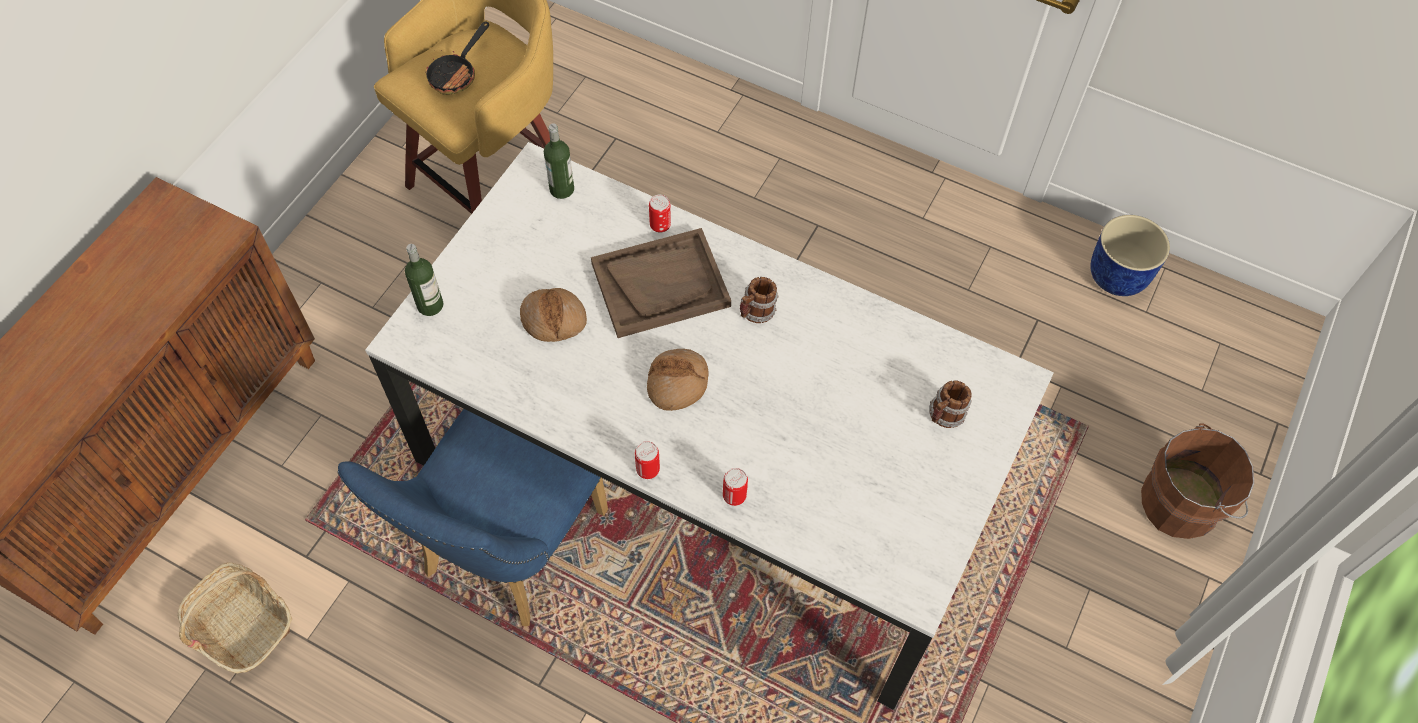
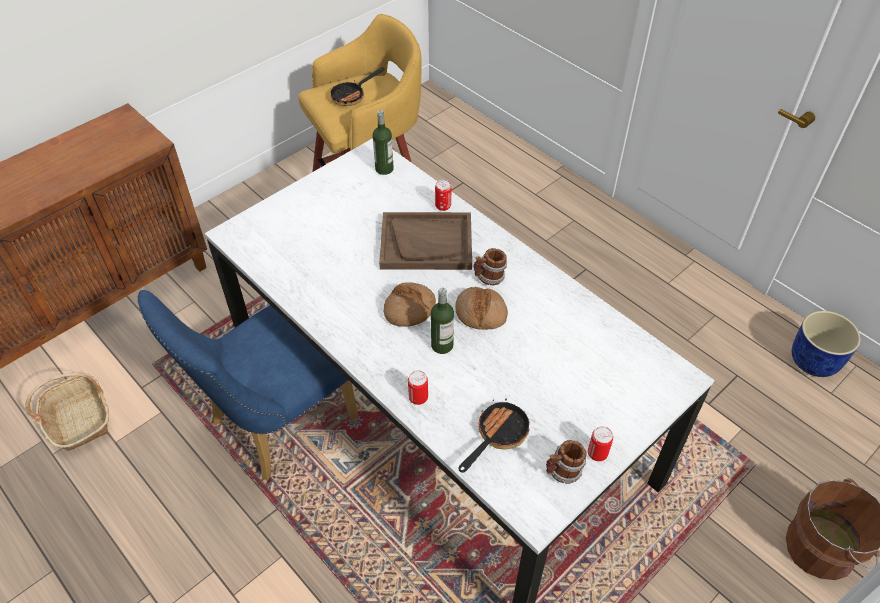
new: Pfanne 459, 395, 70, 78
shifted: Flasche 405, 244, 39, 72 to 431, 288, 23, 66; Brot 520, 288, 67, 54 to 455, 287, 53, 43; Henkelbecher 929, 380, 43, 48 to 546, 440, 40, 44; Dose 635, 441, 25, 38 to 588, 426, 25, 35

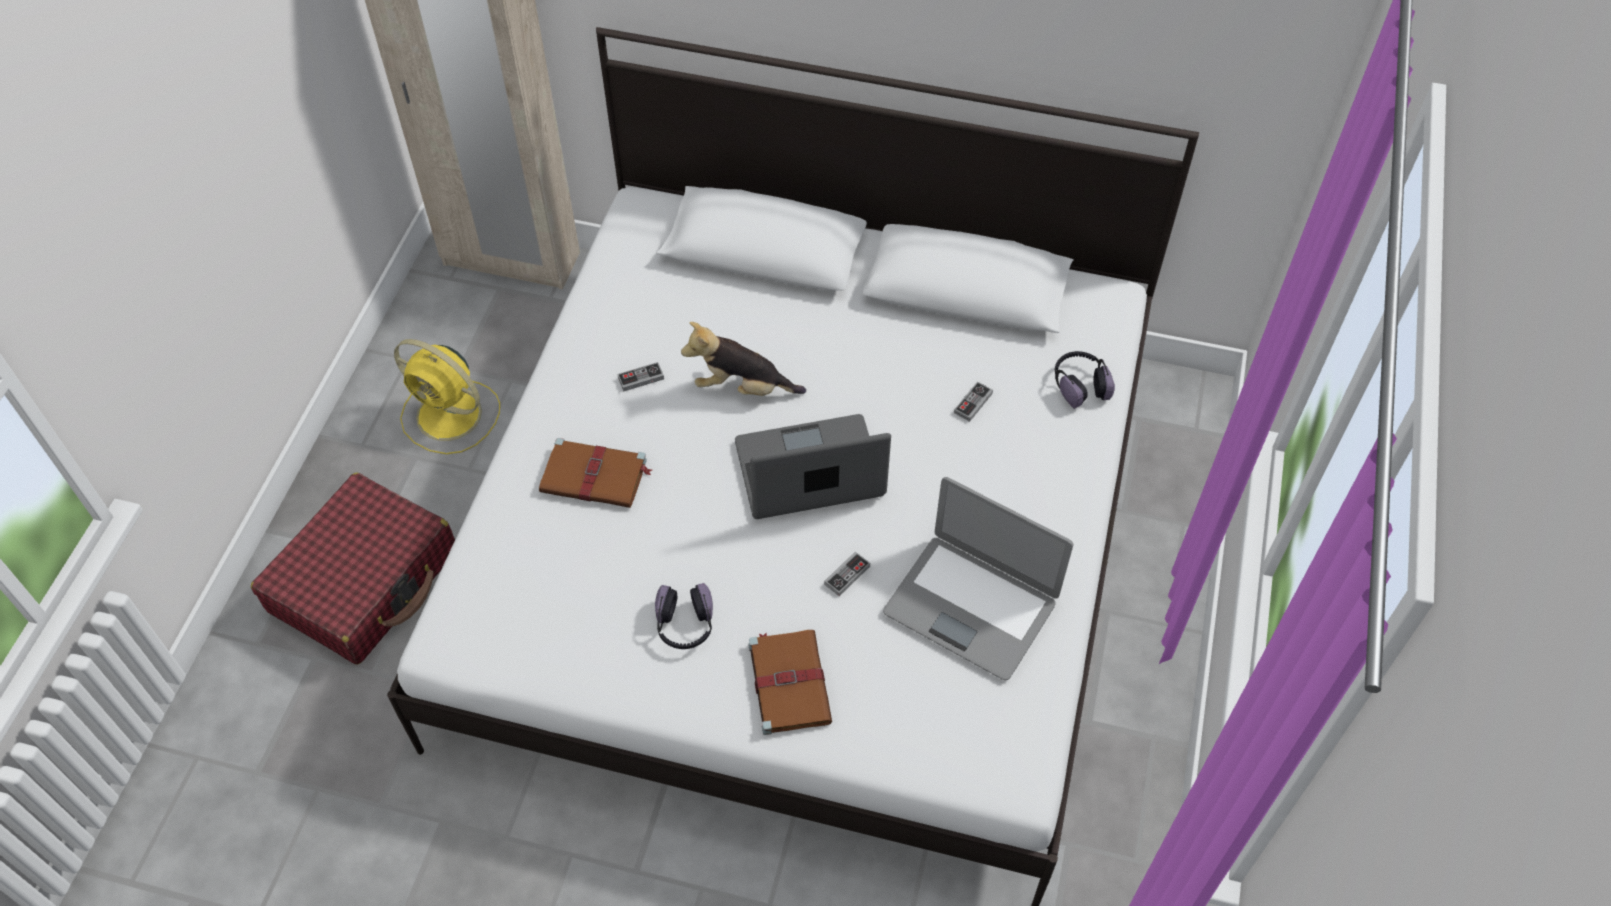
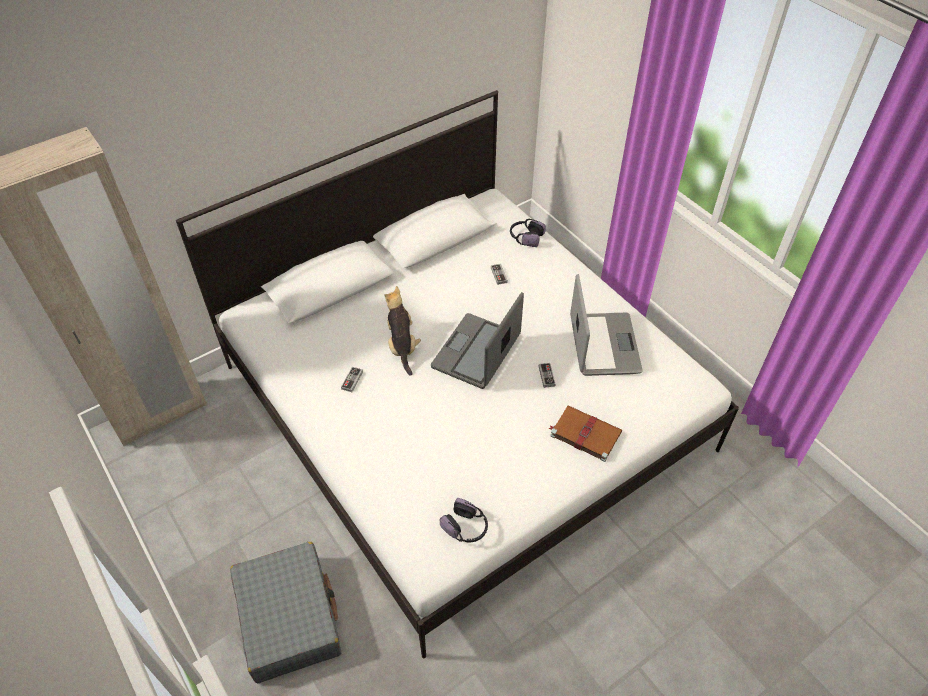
gone: Ventilator [gelb] 394, 339, 106, 115; Buch [braun] 539, 438, 113, 70
shifted: Kopfhörer 655, 583, 58, 66 to 440, 498, 48, 44
repainted: Koffer [rot] 251, 472, 204, 193 to Koffer [grau] 230, 542, 111, 141
rotated: Plüschtier 681, 322, 125, 74 = 384, 286, 37, 90 120 degrees clockwise; Laptop 883, 477, 190, 203 = 570, 274, 73, 102 75 degrees counterclockwise

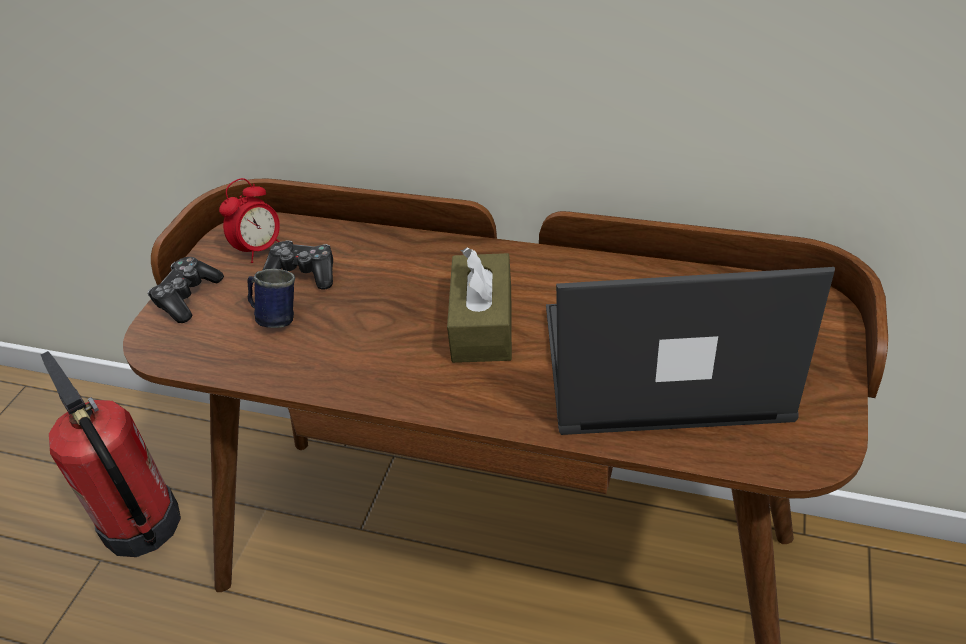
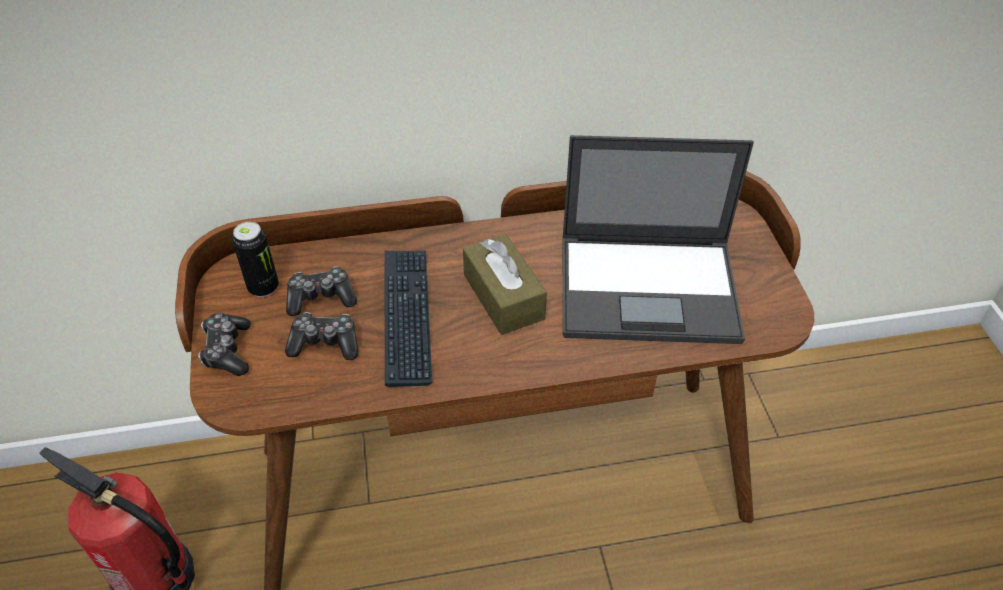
new: Tastatur 384, 250, 48, 137
swapped: Wecker 219, 178, 61, 85 to Dose 232, 222, 47, 75; Henkelbecher [blau] 247, 269, 48, 59 to Gamepad 285, 312, 73, 48
rotated: Laptop 546, 267, 289, 168 = 563, 135, 191, 209 150 degrees counterclockwise

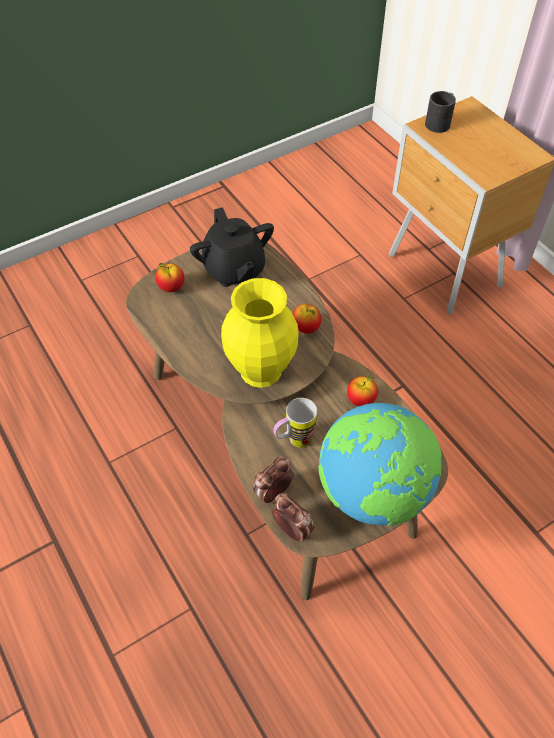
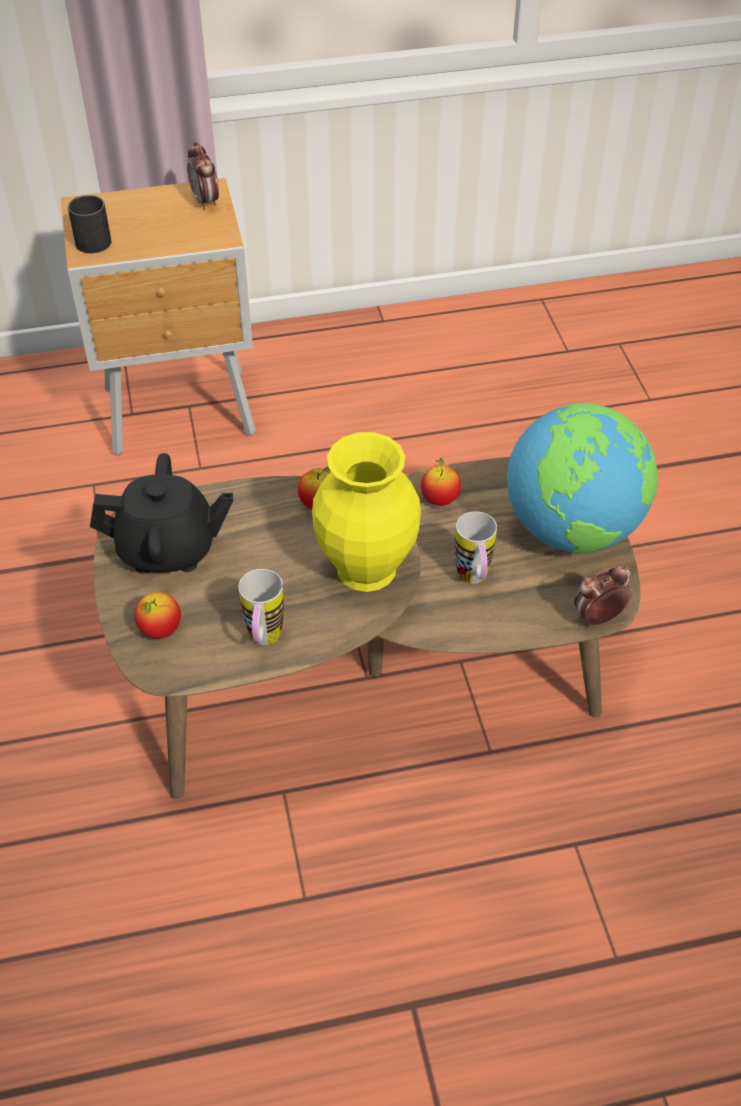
new: Henkelbecher 238, 569, 46, 76
shifted: Wecker 253, 456, 41, 48 to 187, 141, 32, 69

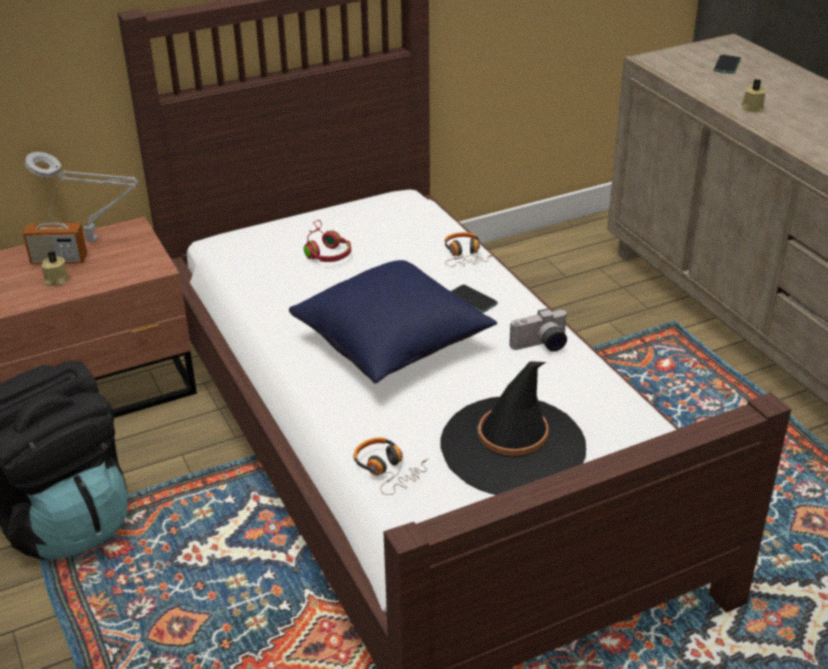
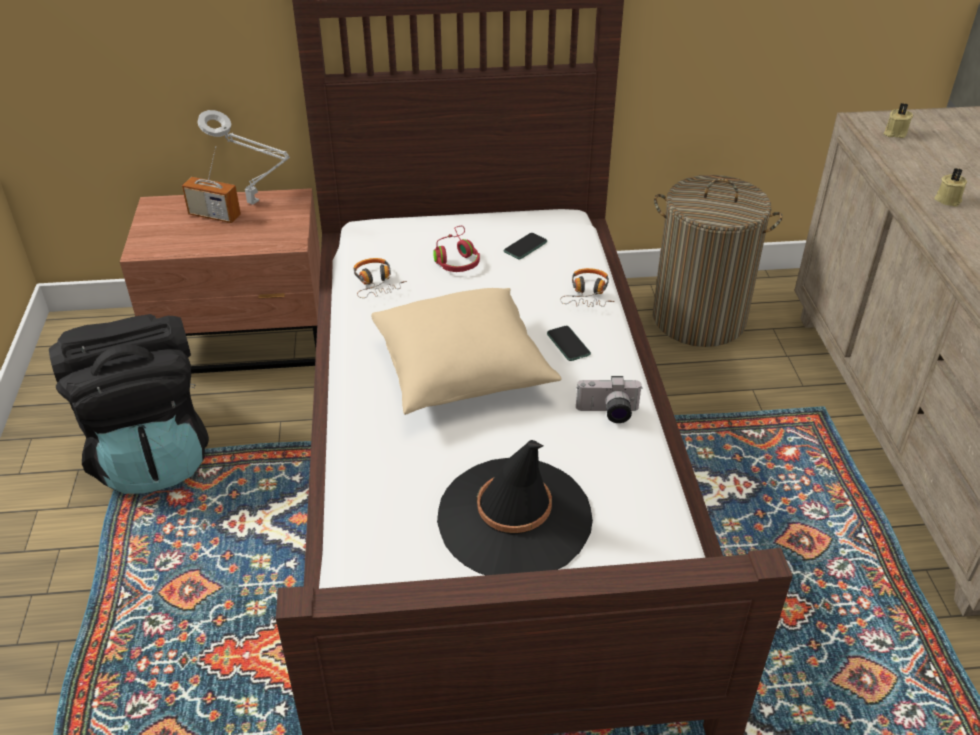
new: Wäschekorb 653, 175, 130, 172
shifted: Handy 714, 55, 27, 19 to 504, 233, 43, 26; Kerze [beige] 42, 251, 26, 35 to 883, 103, 30, 35; Kopfhörer 354, 438, 74, 57 to 354, 258, 53, 40
repainted: Kissen [blau] 289, 260, 208, 124 to Kissen [beige] 371, 288, 191, 127

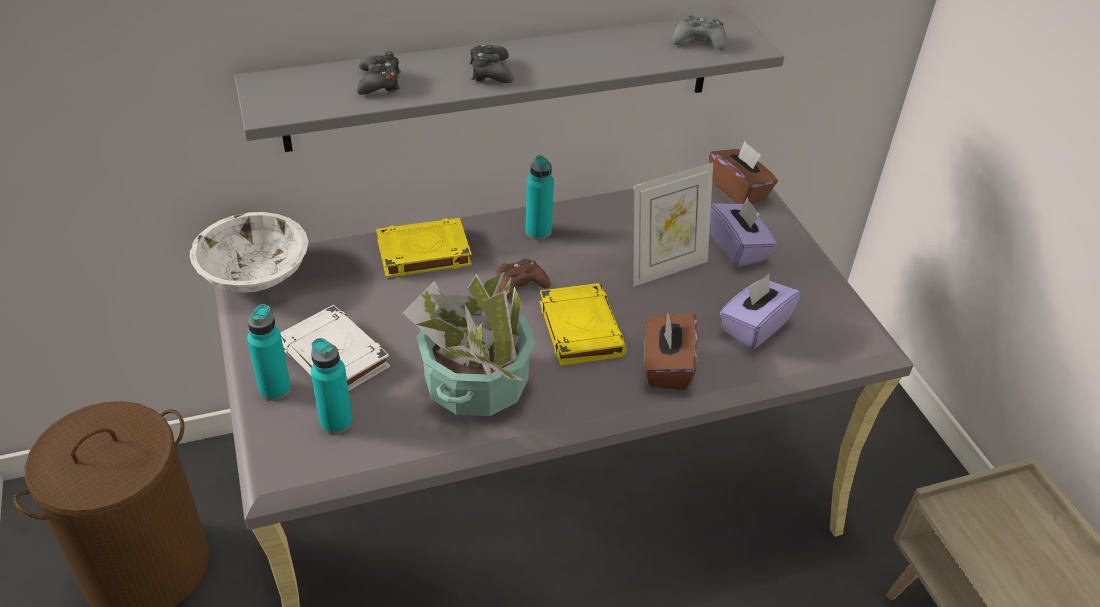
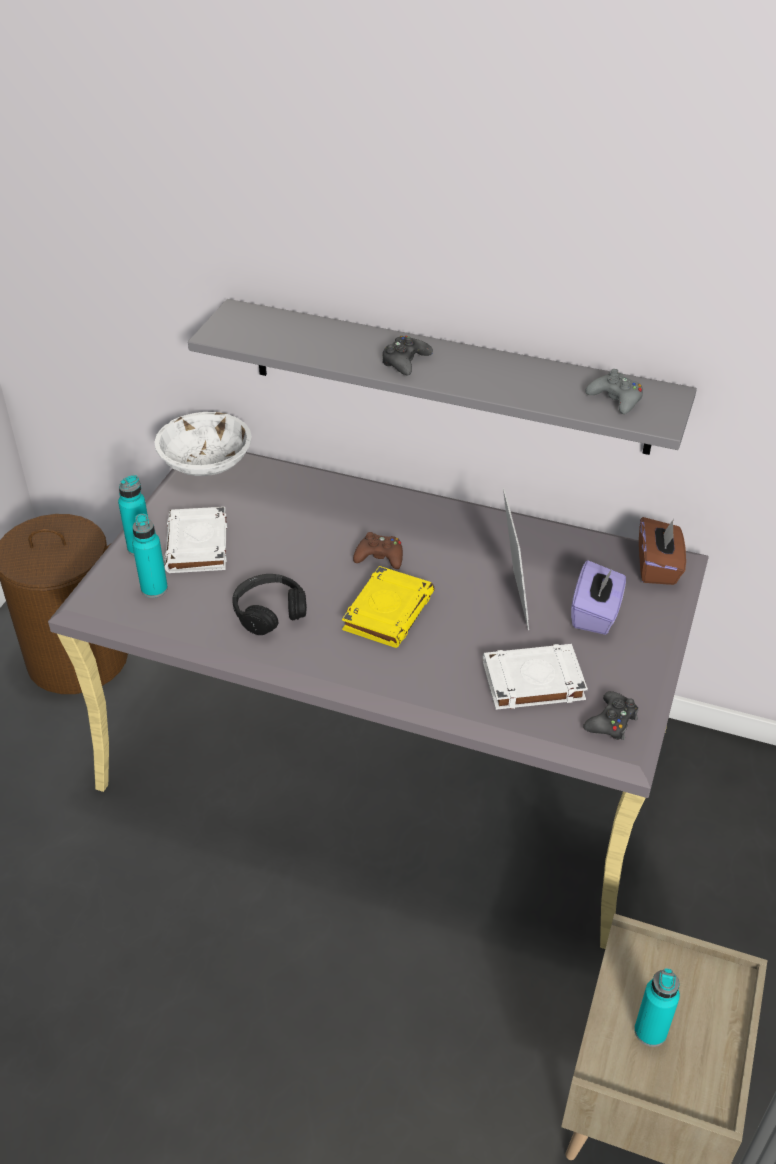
gone: Buch [gelb] 376, 218, 96, 60; Taschentuchbox [braun] 644, 312, 54, 78
shifted: Gamepad [schwarz] 357, 51, 44, 44 to 583, 691, 55, 49; Flasche [türkis] 525, 155, 29, 85 to 634, 968, 46, 79
swapped: Topfpflanze 403, 272, 133, 144 to Kopfhörer [schwarz] 232, 574, 75, 61; Taschentuchbox [lila] 720, 274, 81, 76 to Buch [weiß] 483, 644, 105, 66
rotated: Bilderrahmen 633, 163, 80, 124 = 503, 488, 26, 142 105 degrees counterclockwise

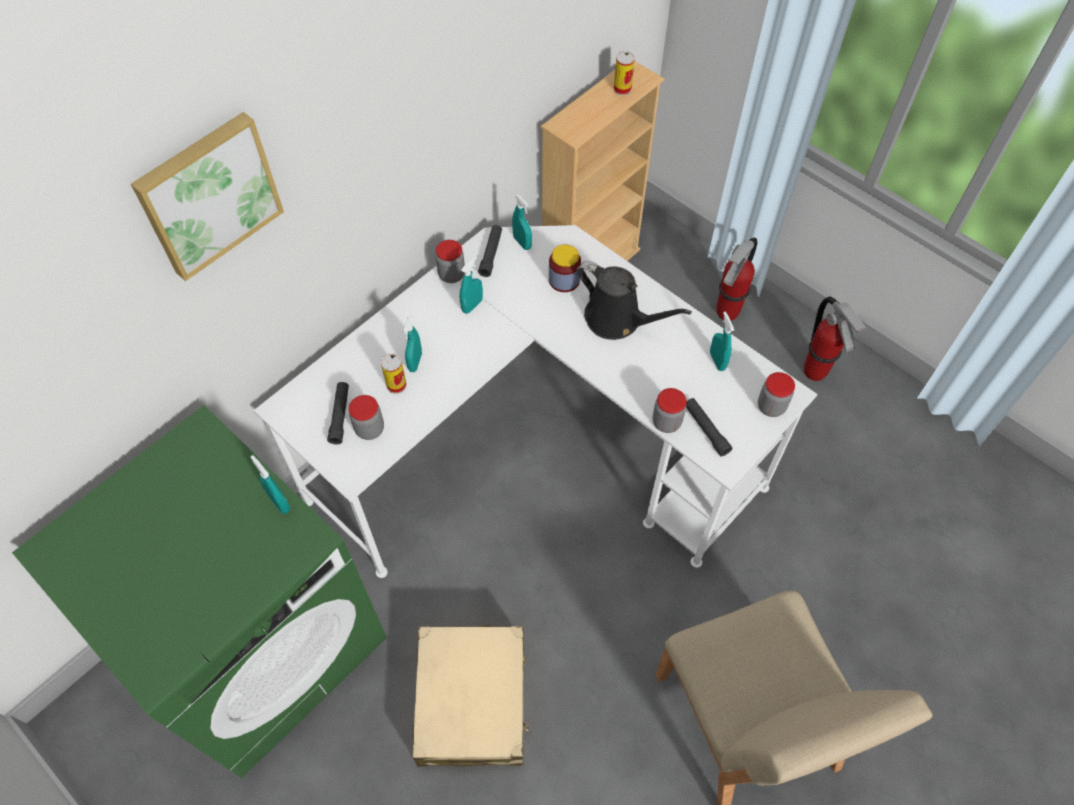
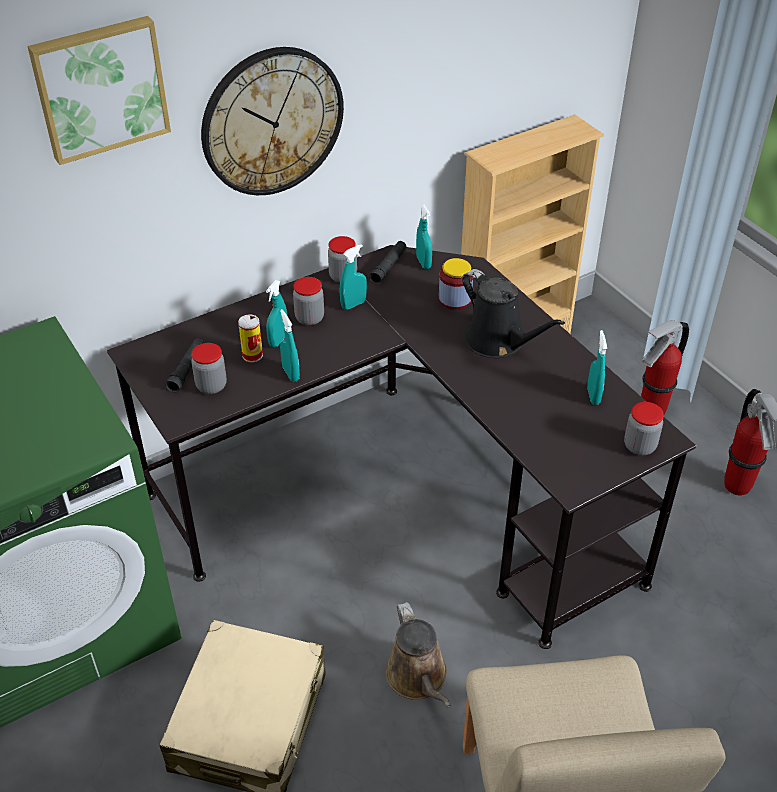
gone: Dose 614, 51, 21, 45; Taschenlampe [schwarz] 686, 398, 47, 59
new: Wanduhr 201, 47, 143, 148; Gießkanne [braun] 385, 602, 66, 106
shifted: Vorratsglas 653, 388, 34, 45 to 293, 277, 31, 48; Sprühflasche [türkis] 251, 455, 39, 59 to 280, 309, 20, 73
repainted: Schreibtisch [weiß] 254, 225, 564, 353 to Schreibtisch [schwarz] 107, 245, 589, 404

